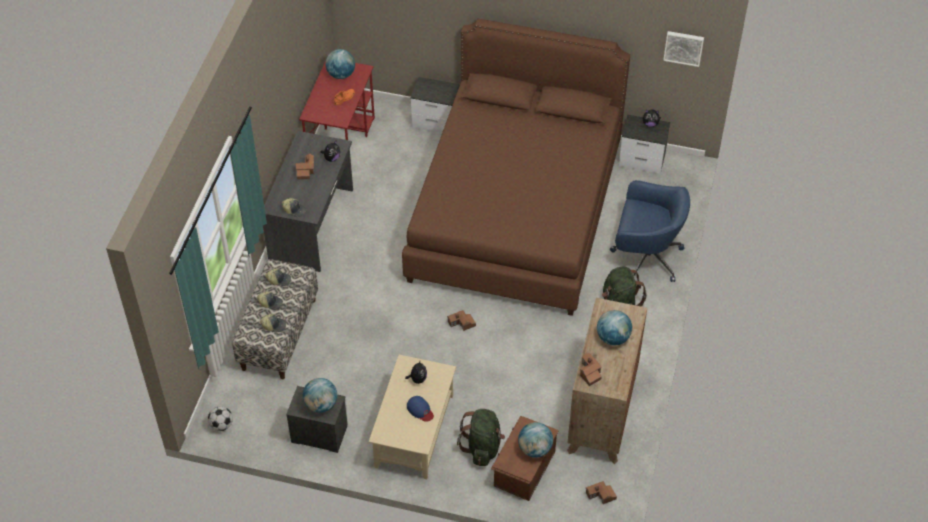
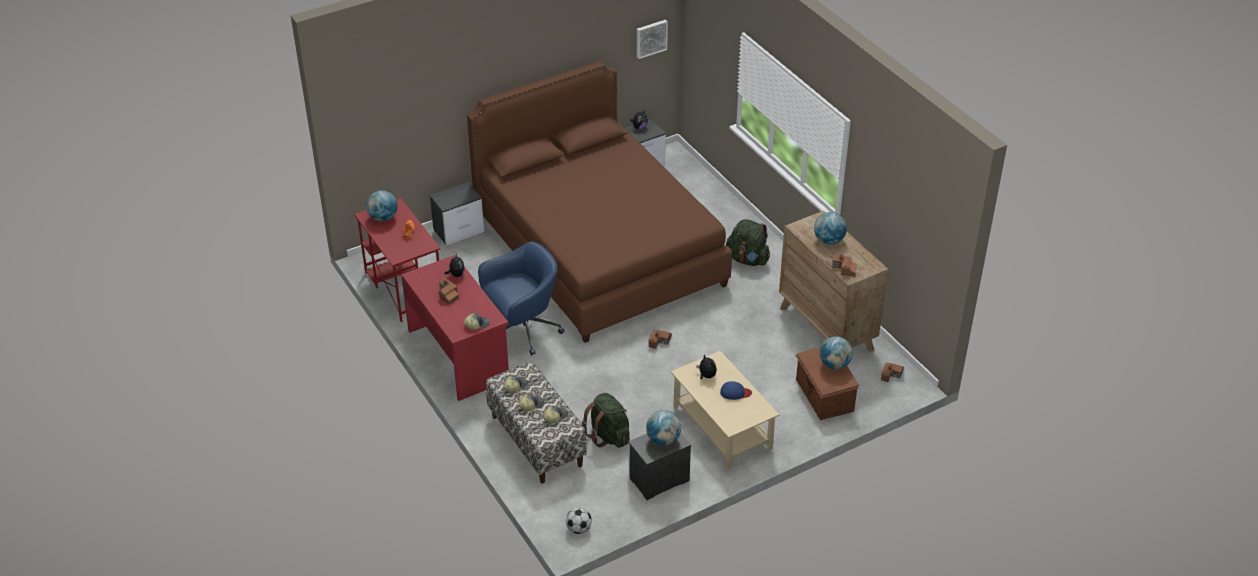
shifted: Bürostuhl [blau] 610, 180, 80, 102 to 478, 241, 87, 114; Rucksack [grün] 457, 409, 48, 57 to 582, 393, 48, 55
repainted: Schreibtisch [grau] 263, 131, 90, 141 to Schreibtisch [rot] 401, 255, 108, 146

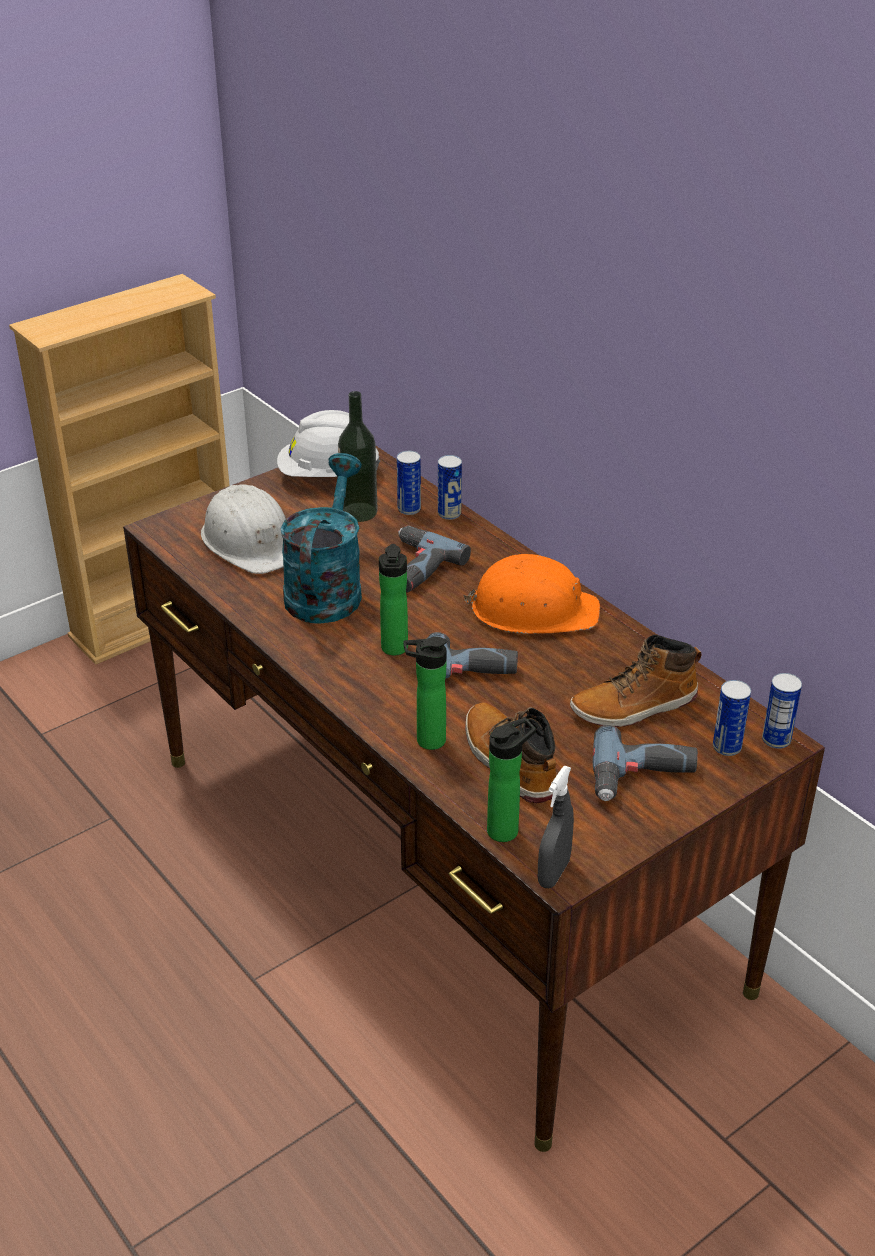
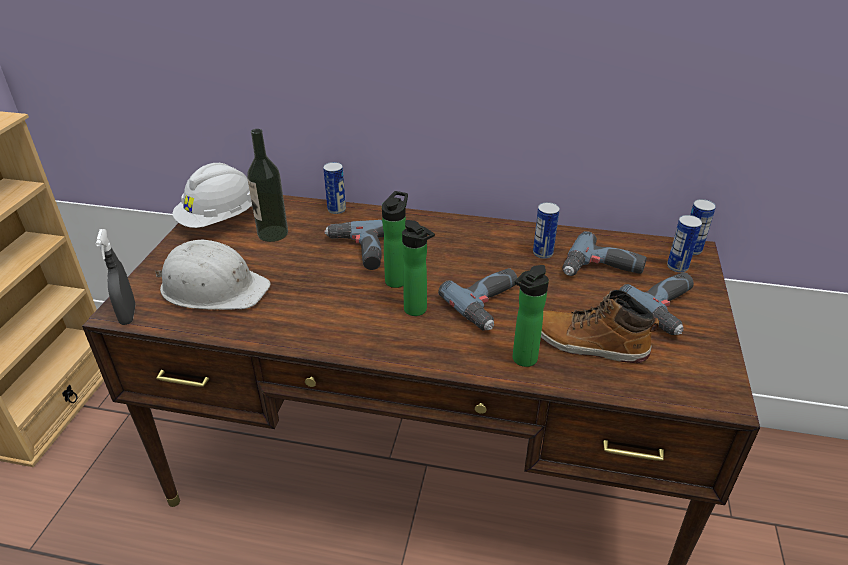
gone: Gießkanne [türkis] 280, 453, 82, 171; Schutzhelm [orange] 464, 554, 136, 80
shifted: Dose 397, 451, 24, 64 to 533, 202, 27, 57; Flasche 487, 718, 49, 124 to 382, 191, 26, 97; Sprühflasche [grau] 538, 766, 36, 122 to 96, 229, 40, 96
swapped: Stiefel 570, 635, 132, 92 to Bohrmaschine 562, 231, 85, 45

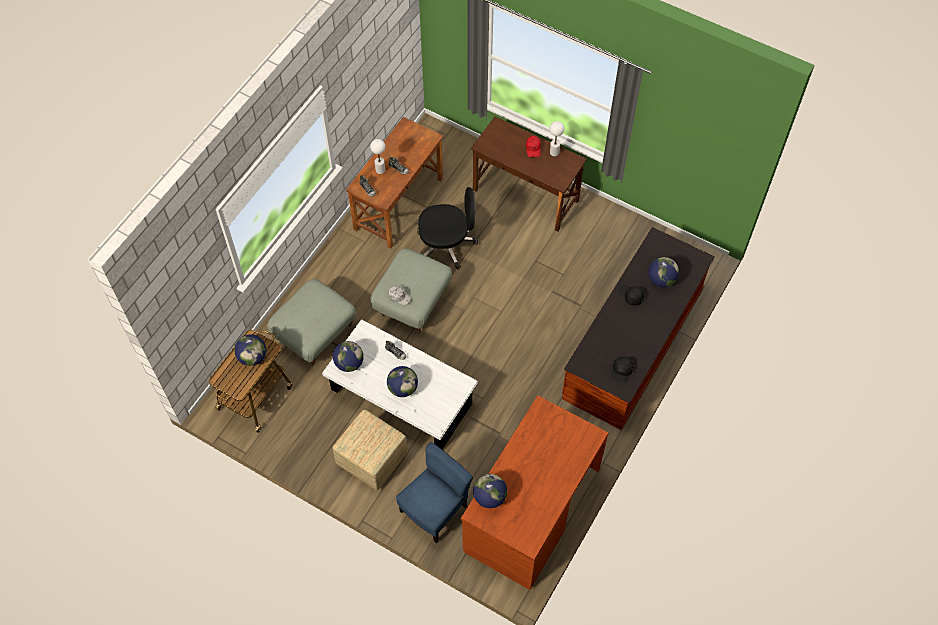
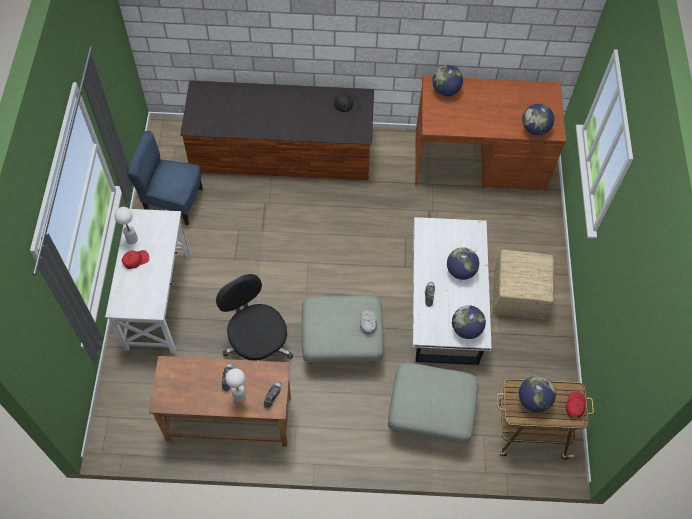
gone: Kappe [schwarz] 617, 285, 28, 21
new: Kappe [rot] 565, 392, 20, 26
shifted: Globus 649, 257, 30, 30 to 432, 65, 31, 31; Stuhl [blau] 396, 442, 77, 101 to 126, 131, 77, 95
repainted: Schreibtisch [braun] 471, 116, 116, 115 to Schreibtisch [weiß] 105, 209, 85, 144

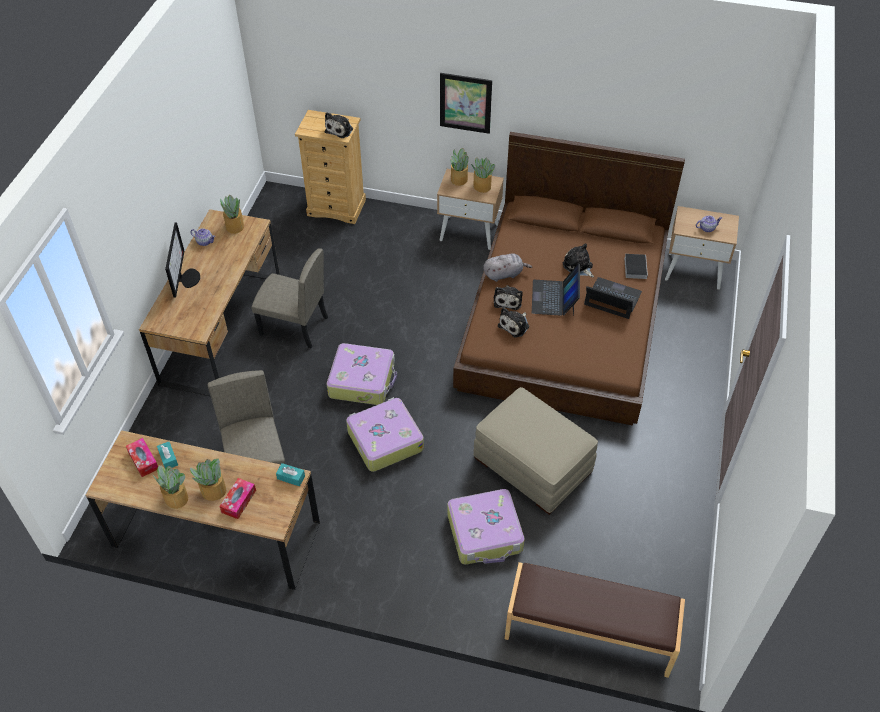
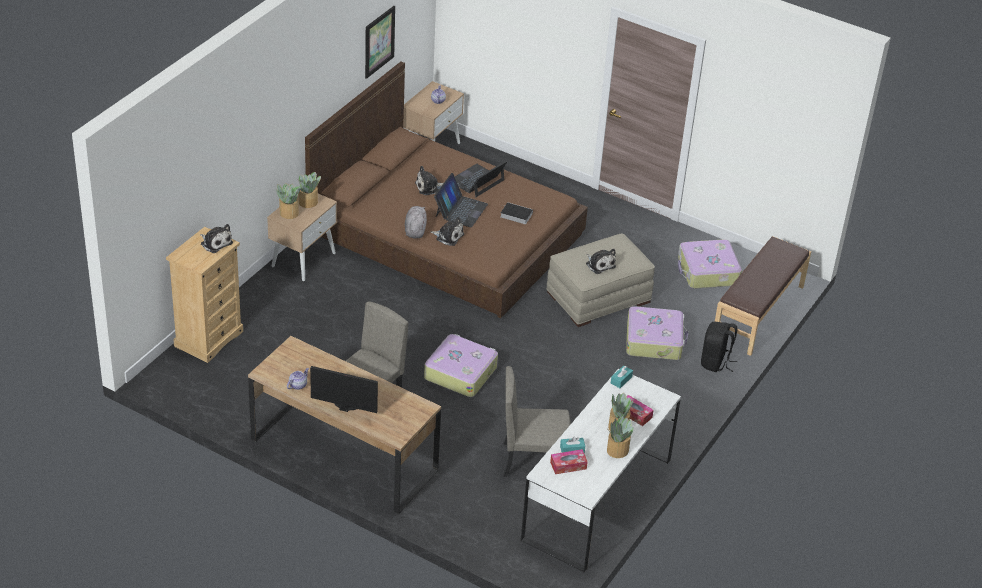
gone: Topfpflanze 220, 195, 24, 39
new: Rucksack [schwarz] 701, 322, 36, 50
shifted: Bild 440, 73, 52, 61 to 365, 6, 30, 73; Buch 624, 254, 24, 25 to 500, 202, 33, 22; Plüschtier 498, 308, 31, 30 to 586, 248, 30, 26; Koffer 346, 397, 78, 75 to 678, 239, 64, 49
repainted: Schreibtisch [braun] 86, 430, 234, 160 to Schreibtisch [weiß] 521, 368, 160, 204
rotated: Laptop 532, 263, 48, 53 = 434, 173, 54, 55 90 degrees counterclockwise

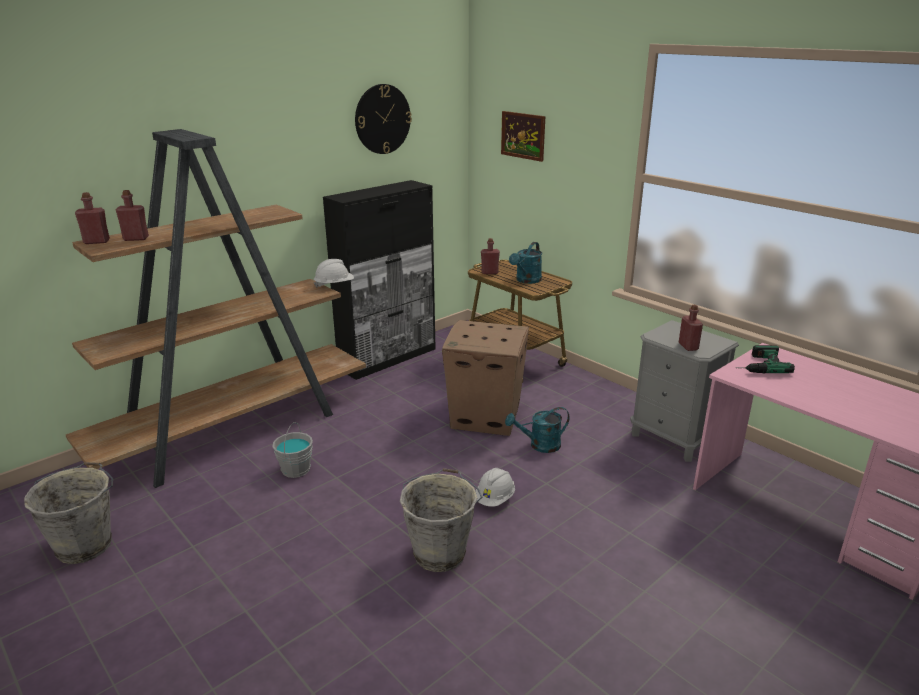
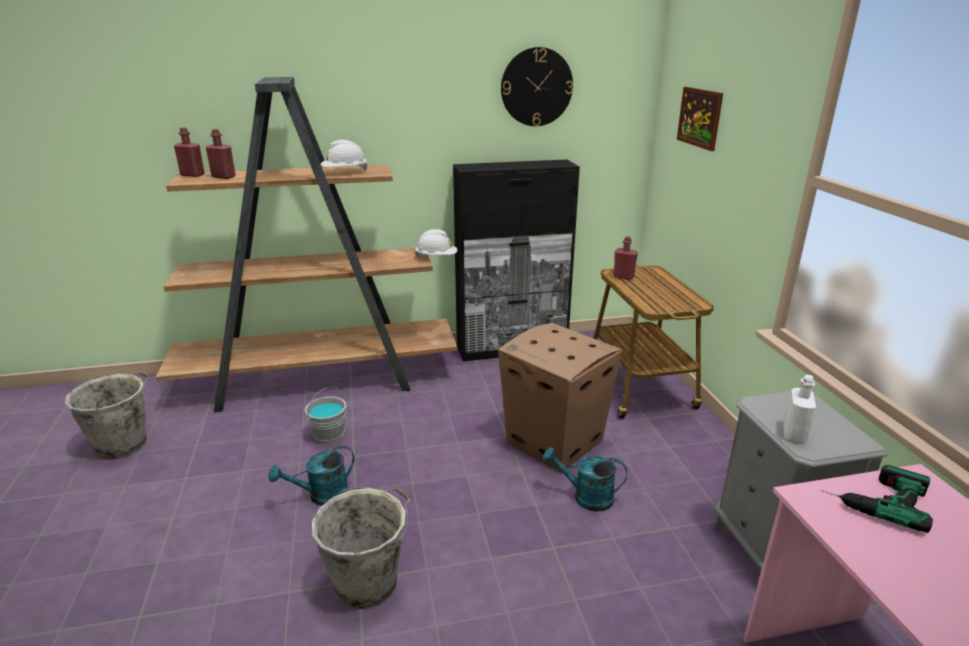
shifted: Gießkanne [türkis] 509, 242, 33, 42 to 269, 445, 86, 61; Schutzhelm [weiß] 475, 468, 40, 39 to 321, 140, 47, 30
repainted: Flasche [rot] 679, 305, 24, 46 to Flasche [weiß] 783, 375, 33, 68

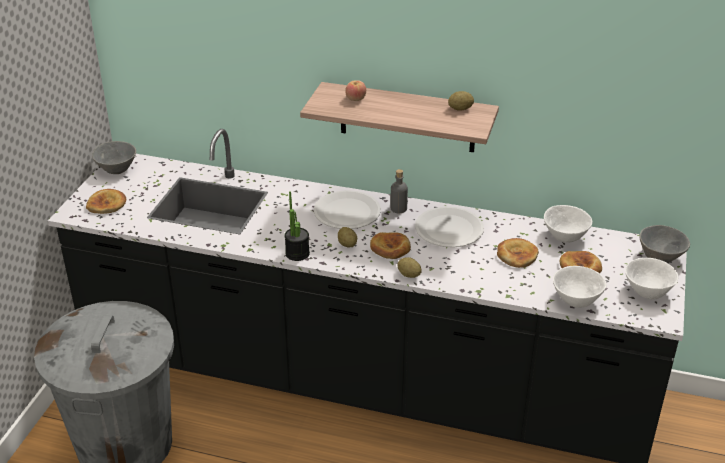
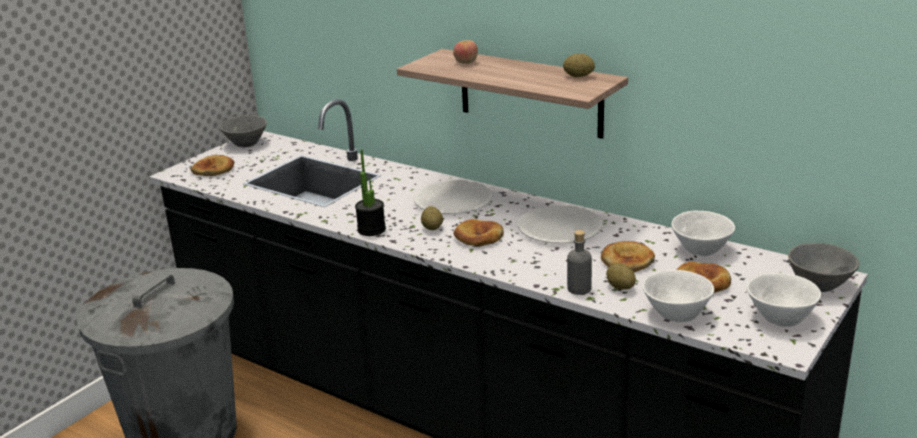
shifted: Flasche [grau] 391, 169, 17, 44 to 567, 230, 25, 65; Kartoffel 397, 257, 25, 21 to 606, 263, 30, 27

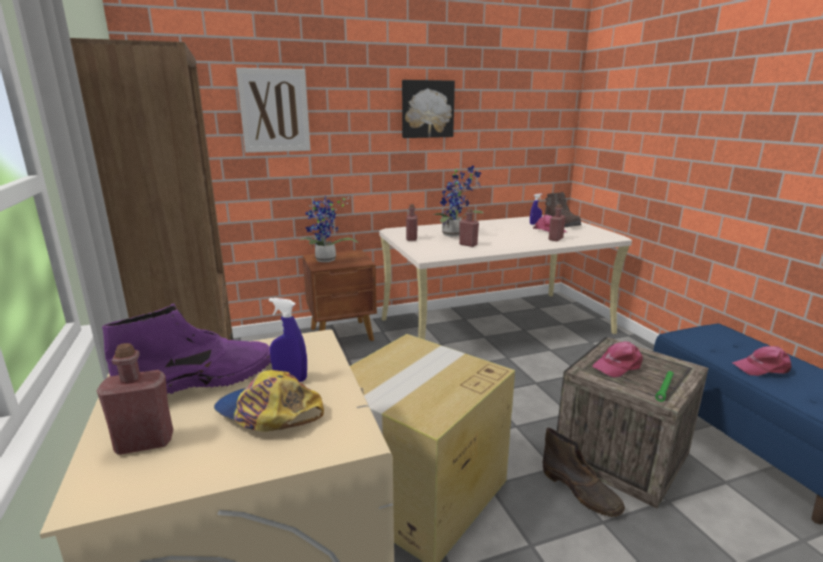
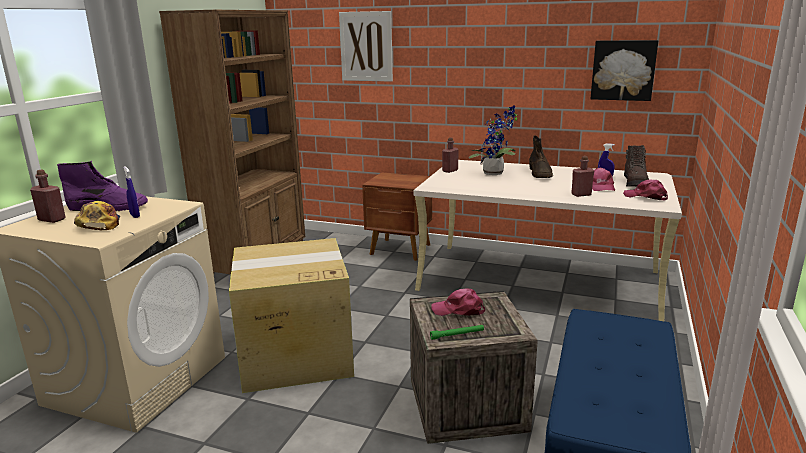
gone: Topfpflanze 300, 196, 59, 66; Flasche [rot] 459, 209, 20, 38
shifted: Bild 402, 80, 53, 58 to 591, 40, 67, 61; Kappe [rosa] 732, 346, 60, 30 to 623, 180, 45, 21; Stiefel [braun] 543, 428, 82, 89 to 529, 136, 24, 42

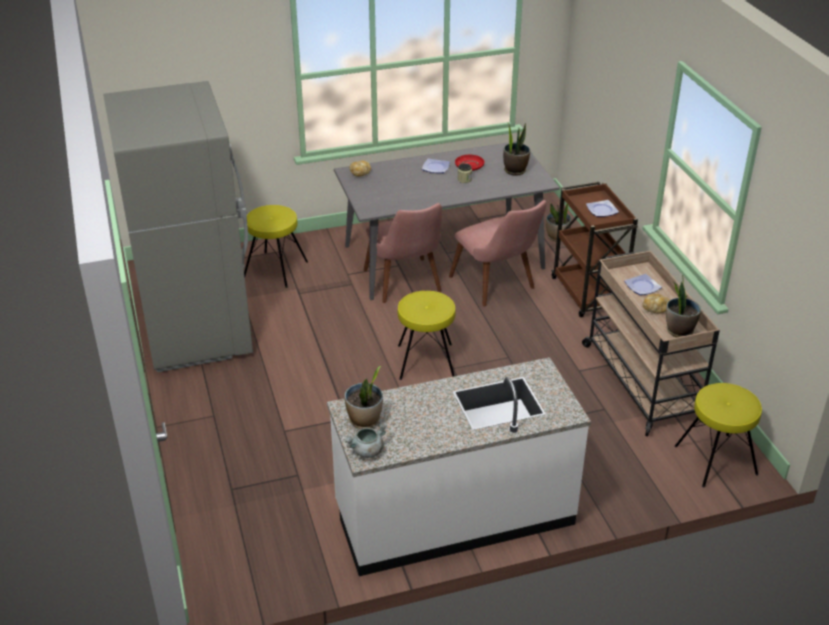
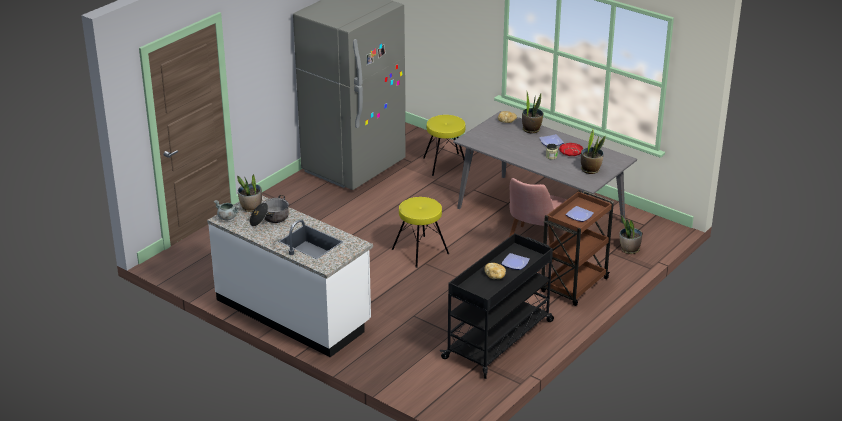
gone: Stuhl [rosa] 363, 203, 79, 100; Hocker [gelb] 675, 383, 87, 105
new: Kochtopf 250, 195, 39, 31
shifted: Topfpflanze 666, 274, 35, 63 to 522, 92, 21, 41
repainted: Rollwagen [beige] 582, 251, 138, 185 to Rollwagen [schwarz] 440, 233, 114, 146

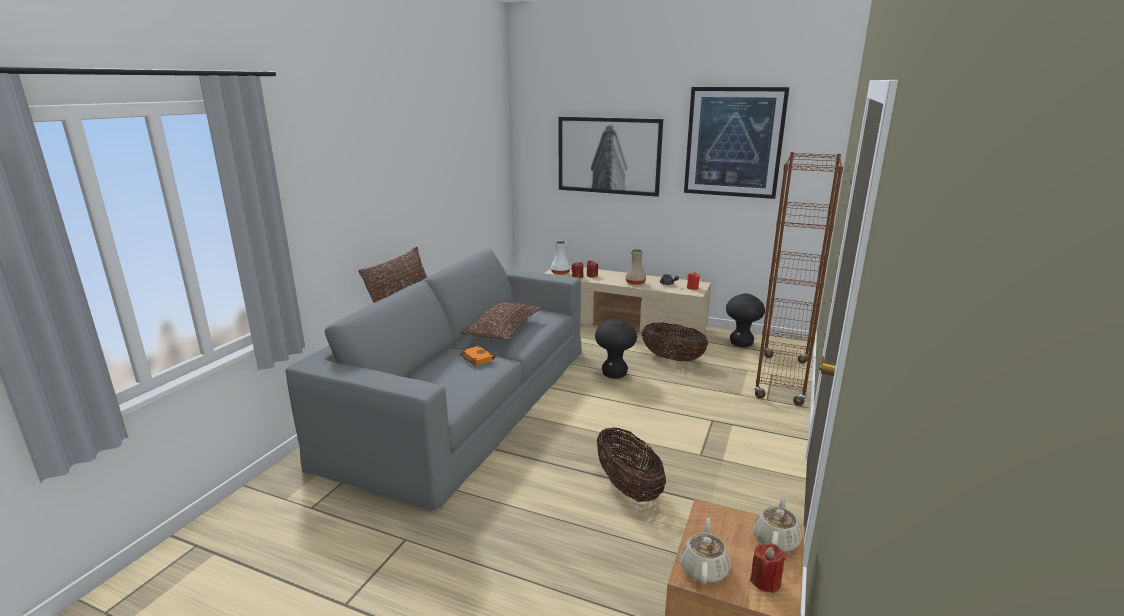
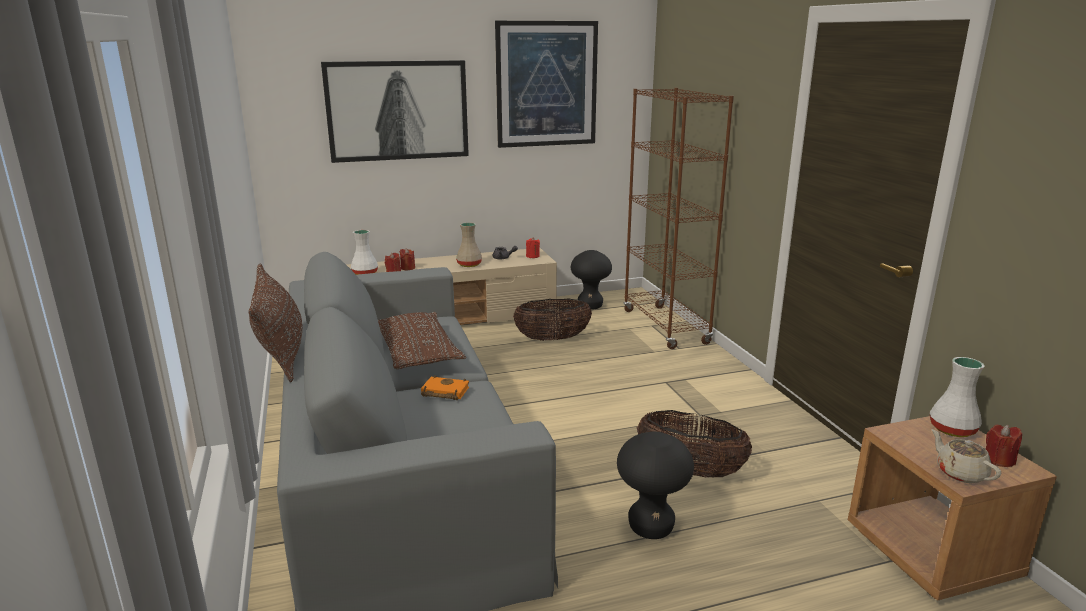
shifted: Hocker [schwarz] 595, 319, 42, 60 to 617, 432, 77, 107
swapped: Teekanne [beige] 753, 494, 49, 58 to Vase [weiß] 930, 357, 55, 80

